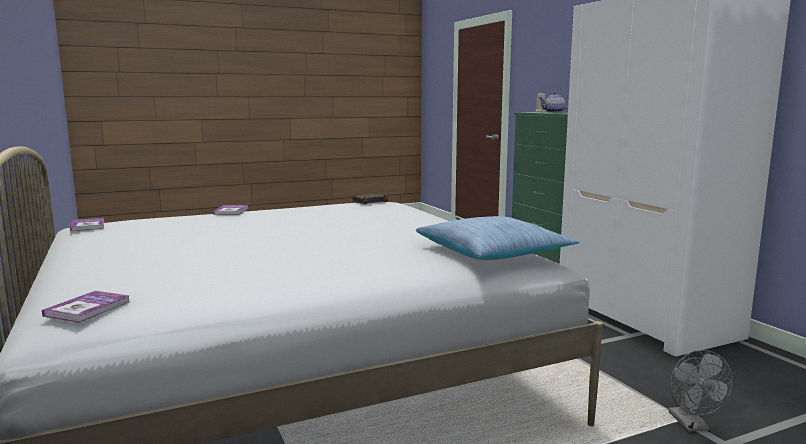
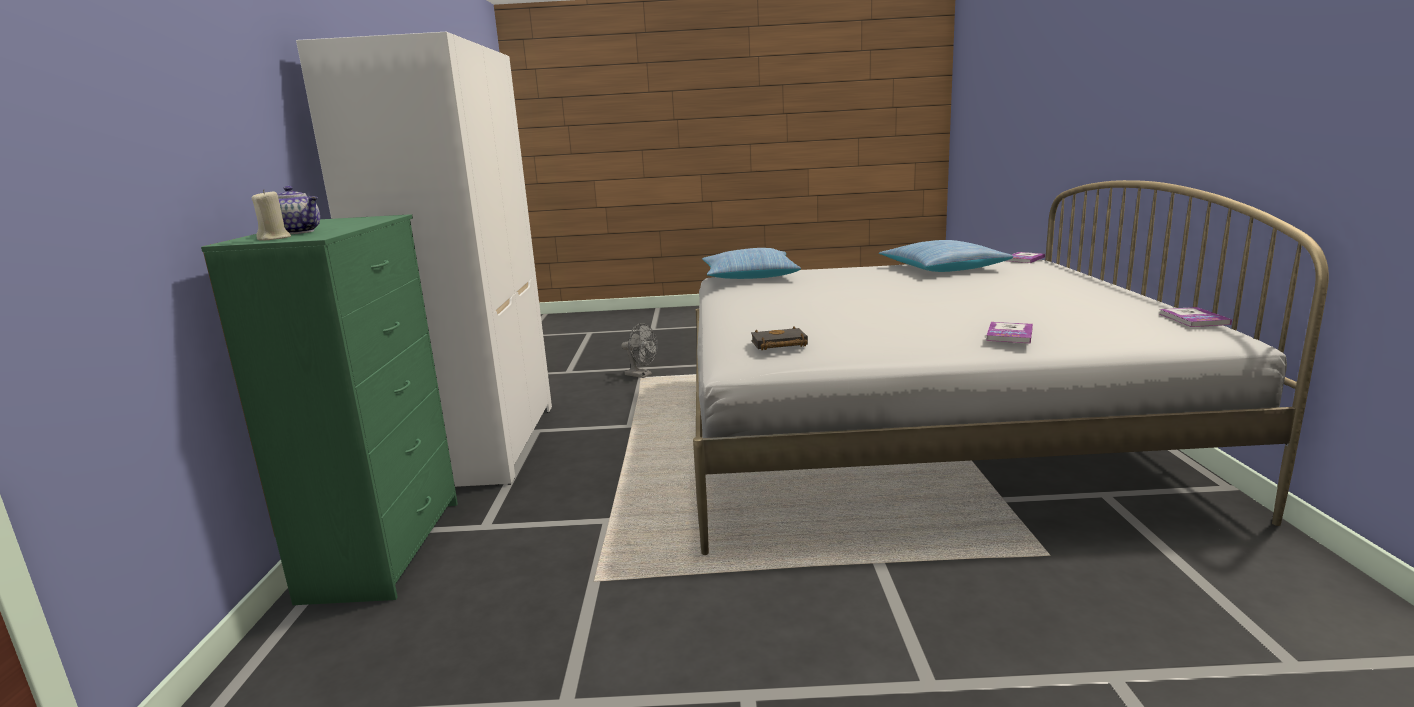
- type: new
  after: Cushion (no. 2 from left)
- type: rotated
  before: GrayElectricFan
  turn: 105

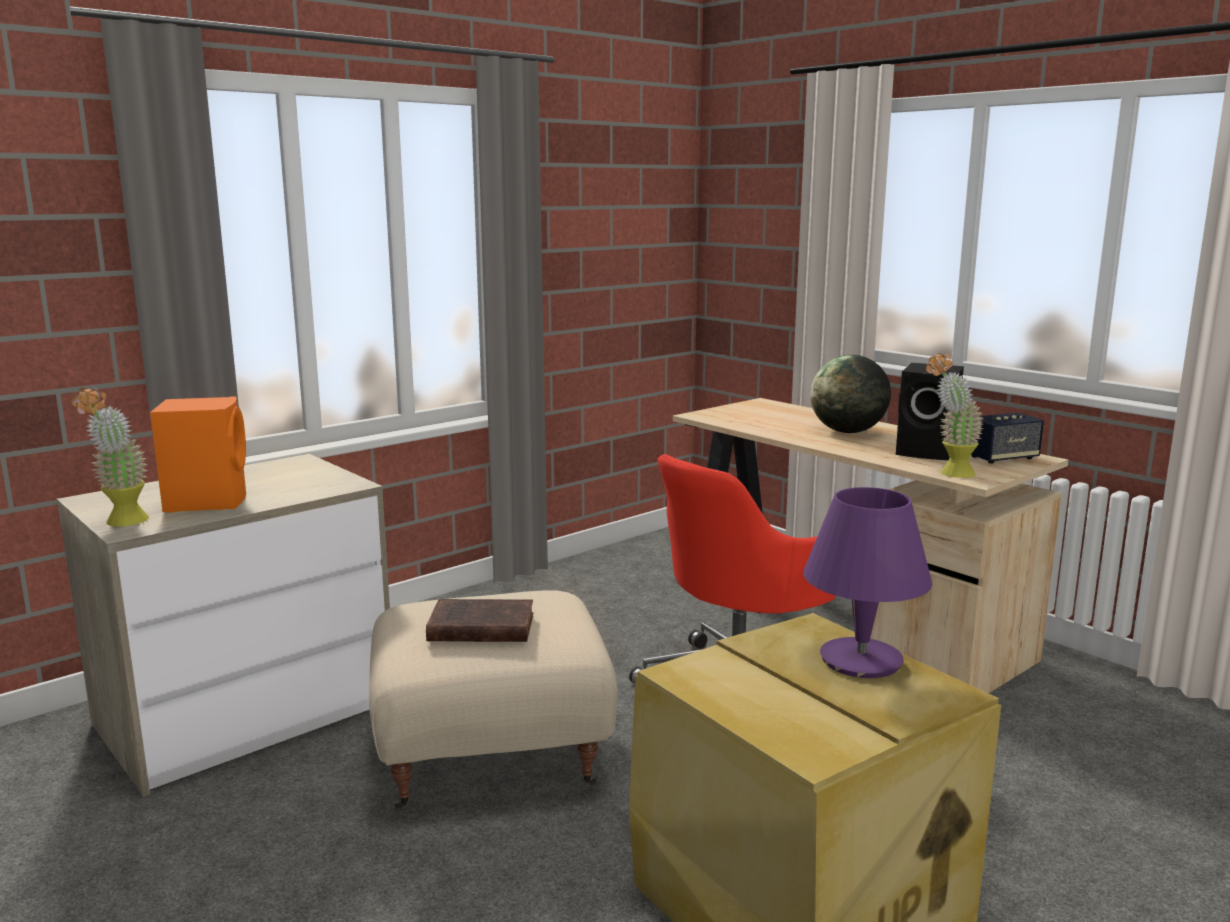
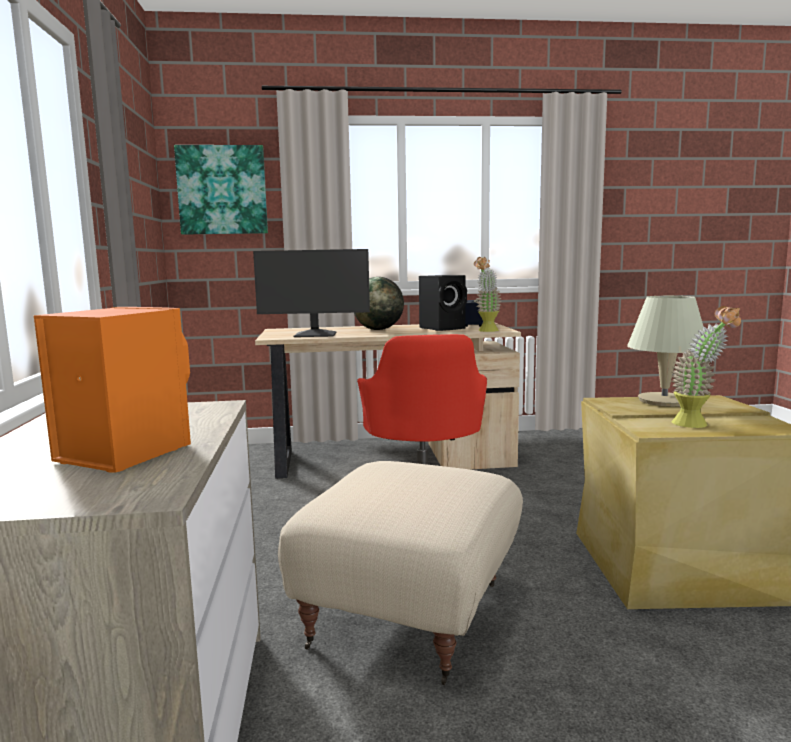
- type: gone
  before: BrownBoundBook
- type: new
  after: Picture
- type: new
  after: ComputerDisplay
- type: shifted
  before: PlantInAPot (no. 1 from left in the first image)
  after: PlantInAPot (no. 2 from left)
- type: repainted
  before: PurpleTableLamp
  after: BeigeTableLamp

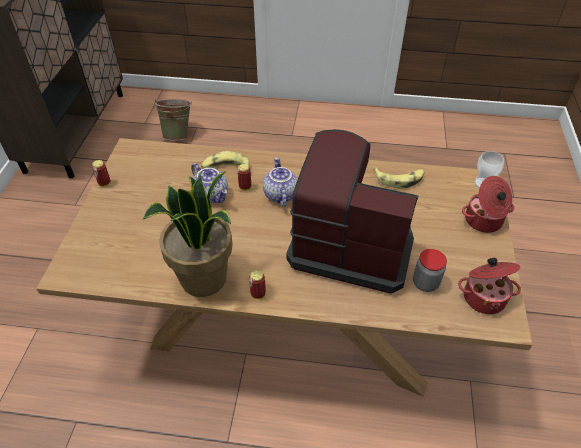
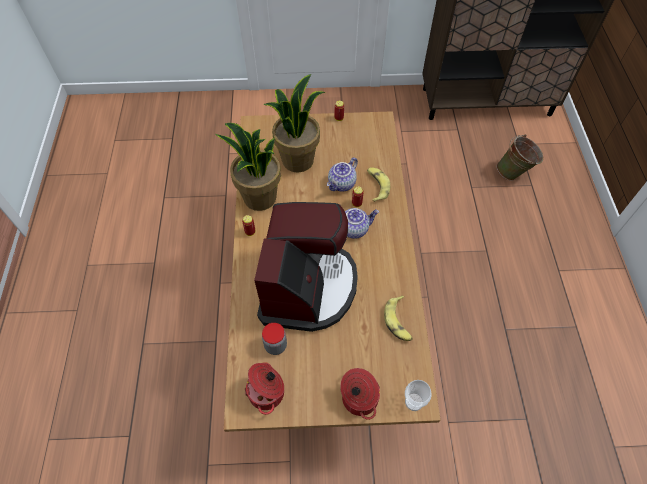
- type: new
  after: PlantInAPot (no. 2 from left)

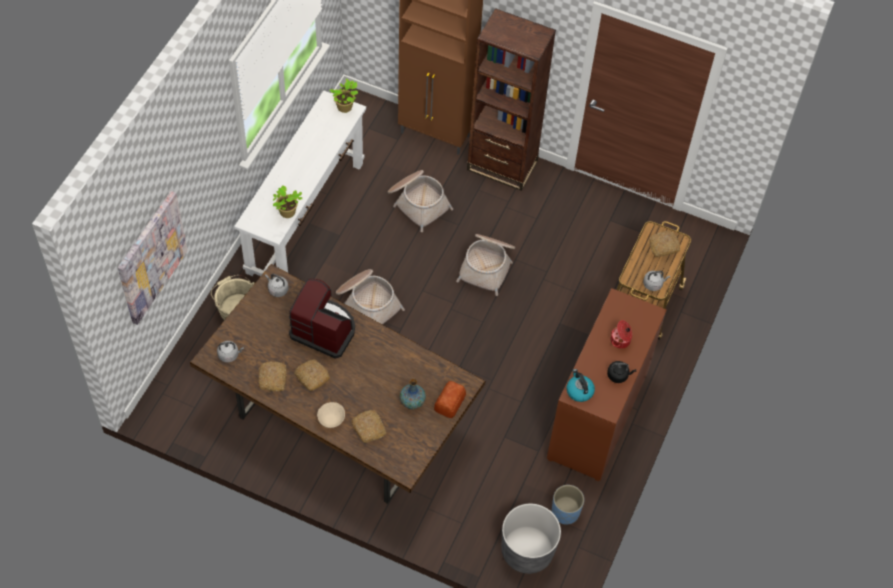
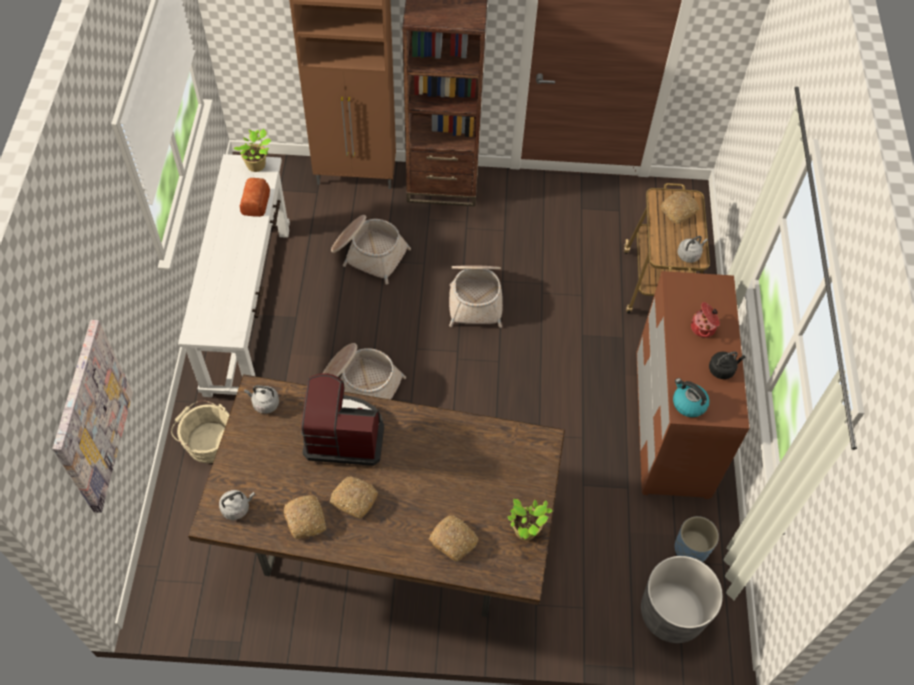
- type: gone
  before: BeigeBowl
- type: gone
  before: Vase
- type: shifted
  before: PlantInAPot (no. 1 from left in the first image)
  after: PlantInAPot (no. 2 from left)
- type: shifted
  before: BakedBread (no. 4 from left in the first image)
  after: BakedBread (no. 1 from left)

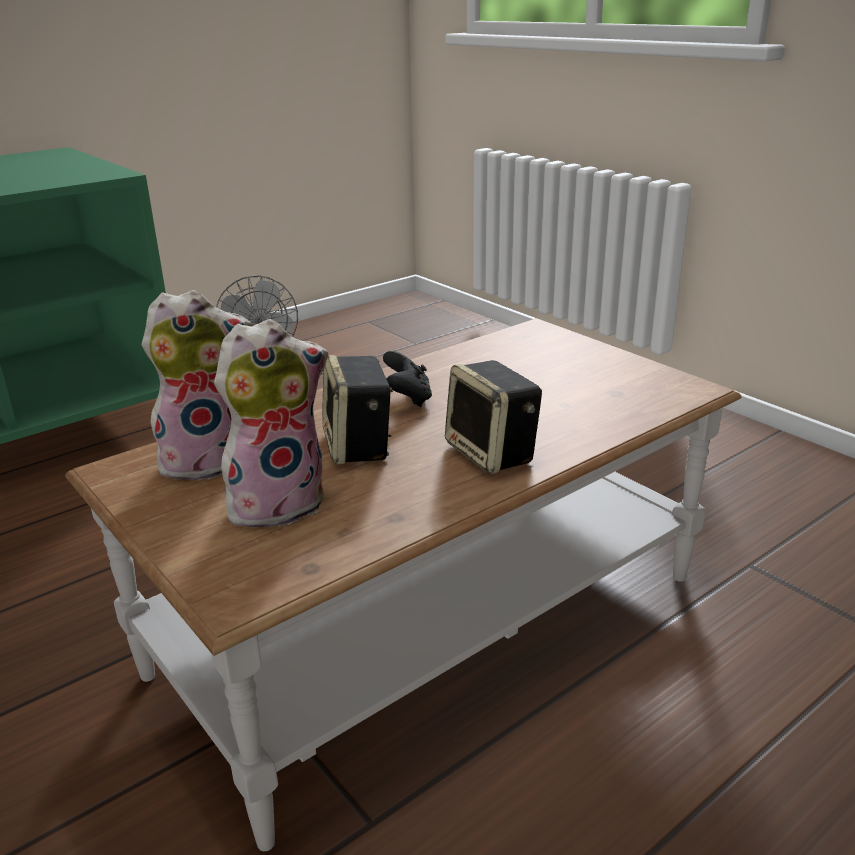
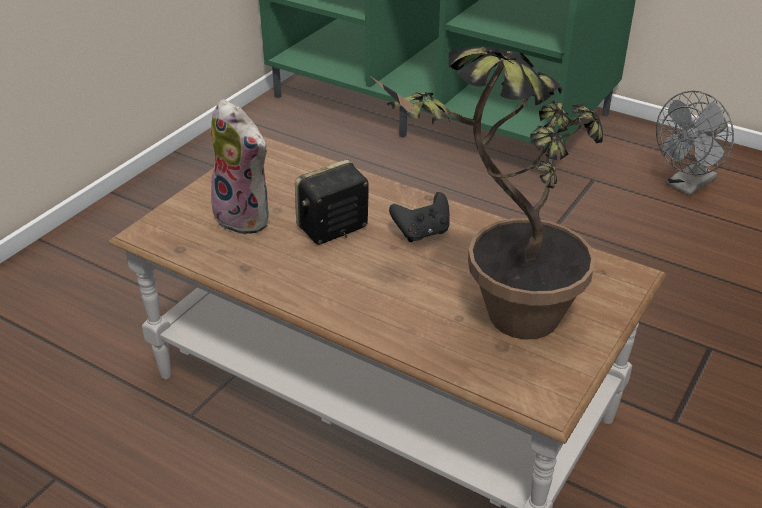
- type: gone
  before: CuddlyToy (no. 1 from left)
- type: gone
  before: Speaker (no. 2 from left)
- type: new
  after: PlantInAPot

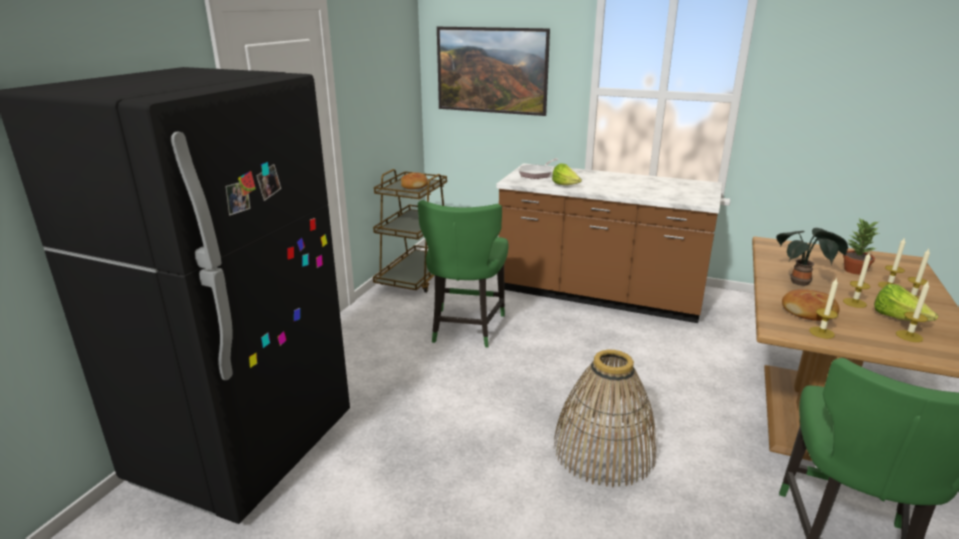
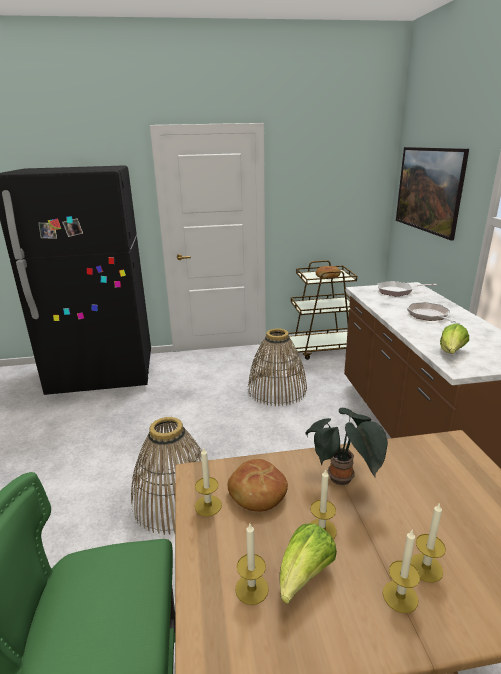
- type: gone
  before: PlantInAPot (no. 2 from left)
- type: new
  after: FryingPan (no. 2 from left)
- type: shifted
  before: Lettuce (no. 1 from left in the first image)
  after: Lettuce (no. 2 from left)
- type: swapped
  before: GreenishChair (no. 1 from left)
  after: HouseholdBasket (no. 2 from left)

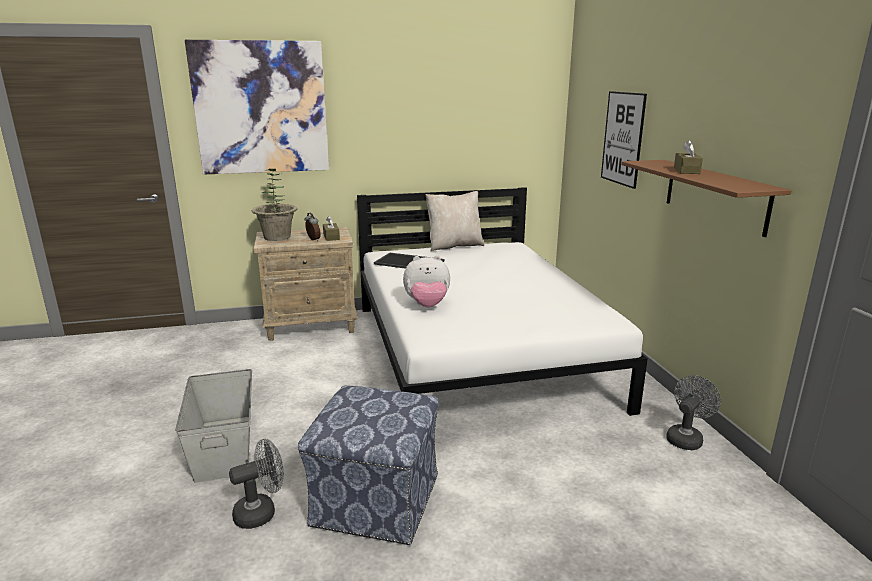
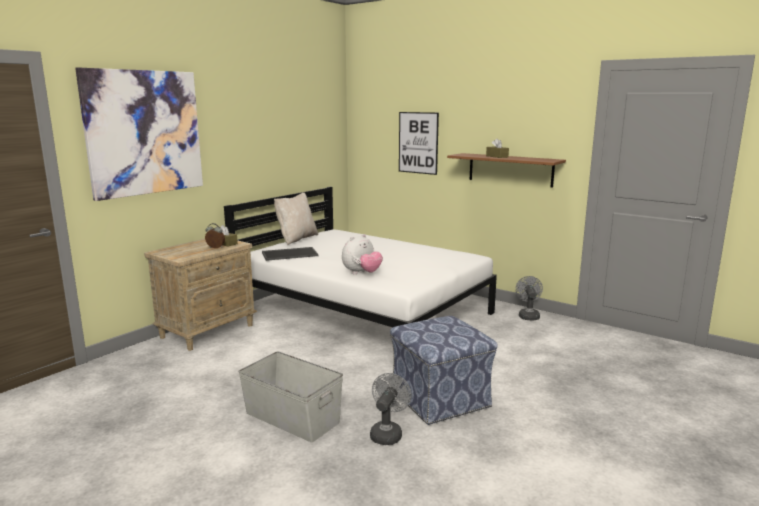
- type: gone
  before: PlantInAPot

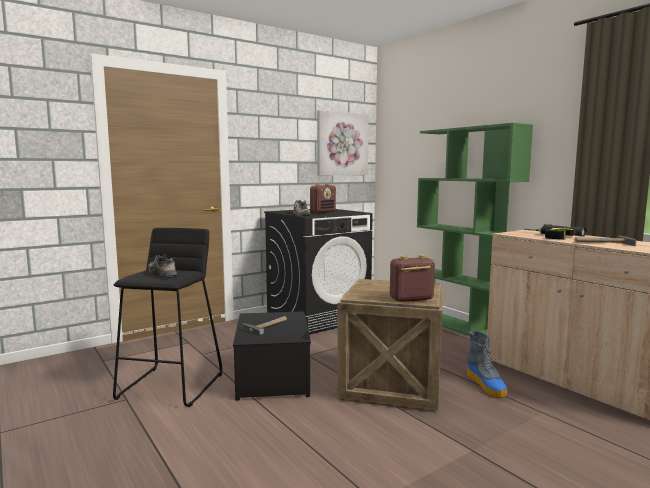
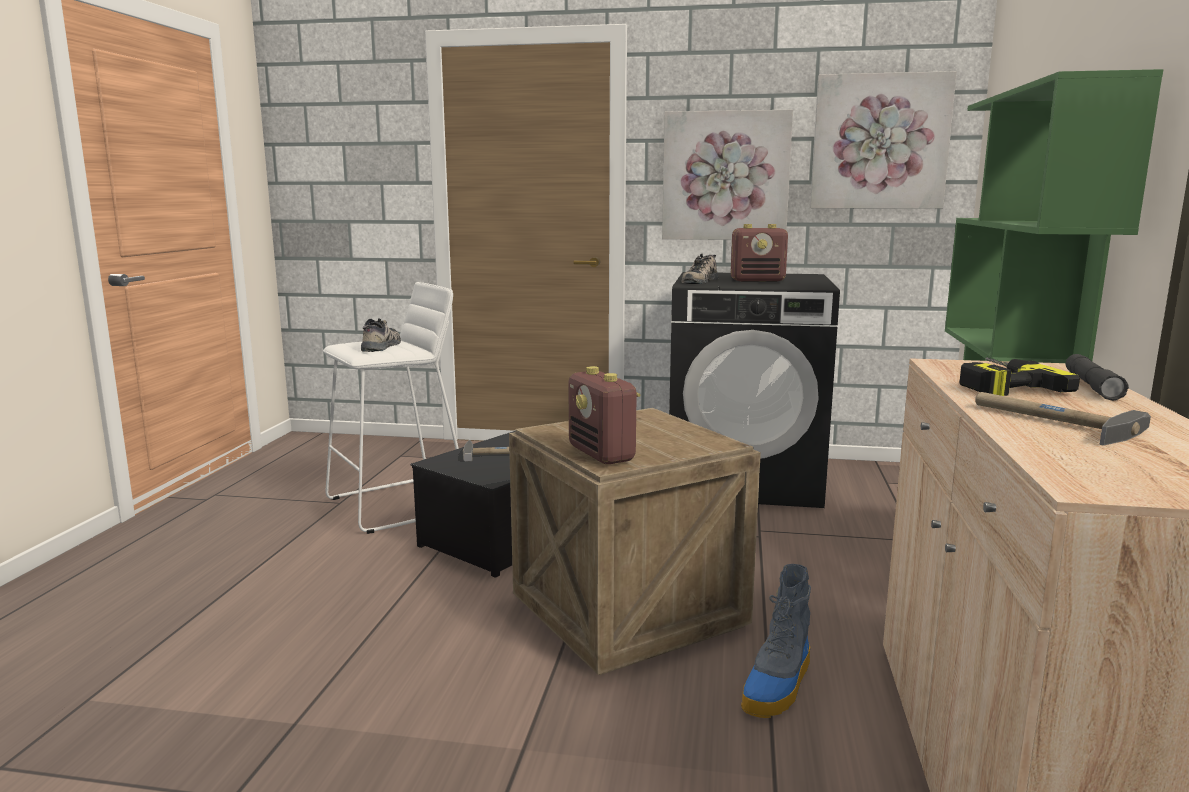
- type: new
  after: Picture (no. 1 from left)
- type: repainted
  before: BlackStoolSeat
  after: WhitishStoolSeat
- type: rotated
  before: RadioReceiver (no. 2 from left in the first image)
  turn: -150

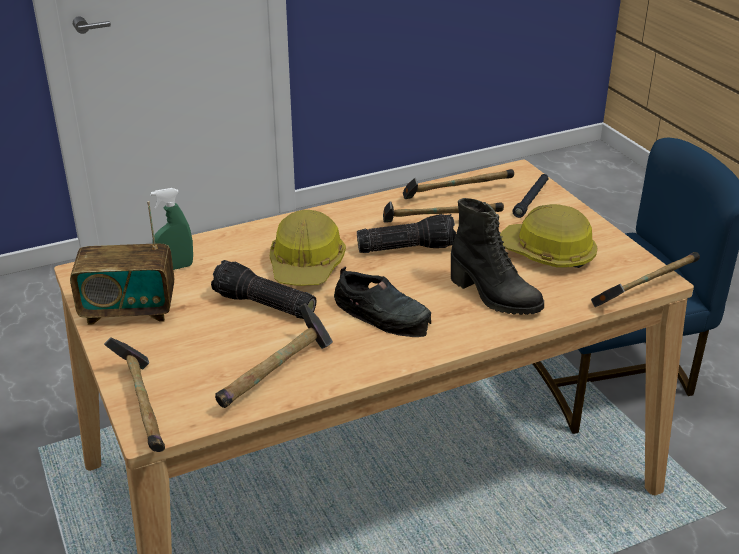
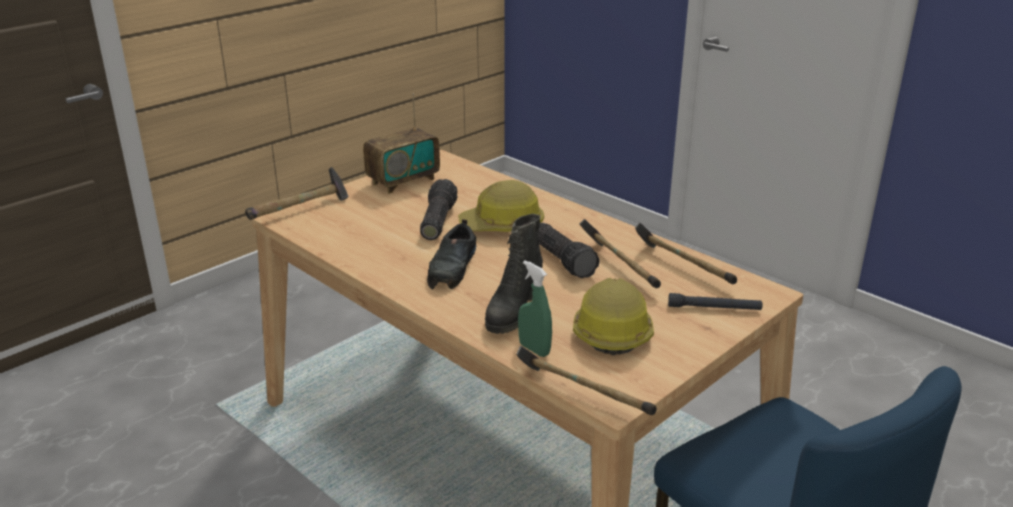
- type: gone
  before: ToolHammer (no. 2 from left)
- type: shifted
  before: GreenishSprayer
- type: rotated
  before: RadioReceiver
  turn: -105

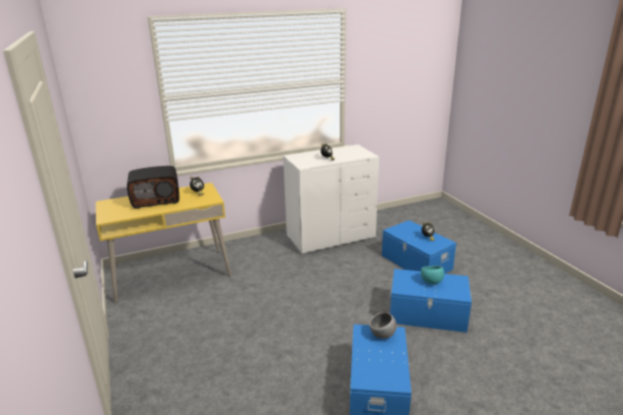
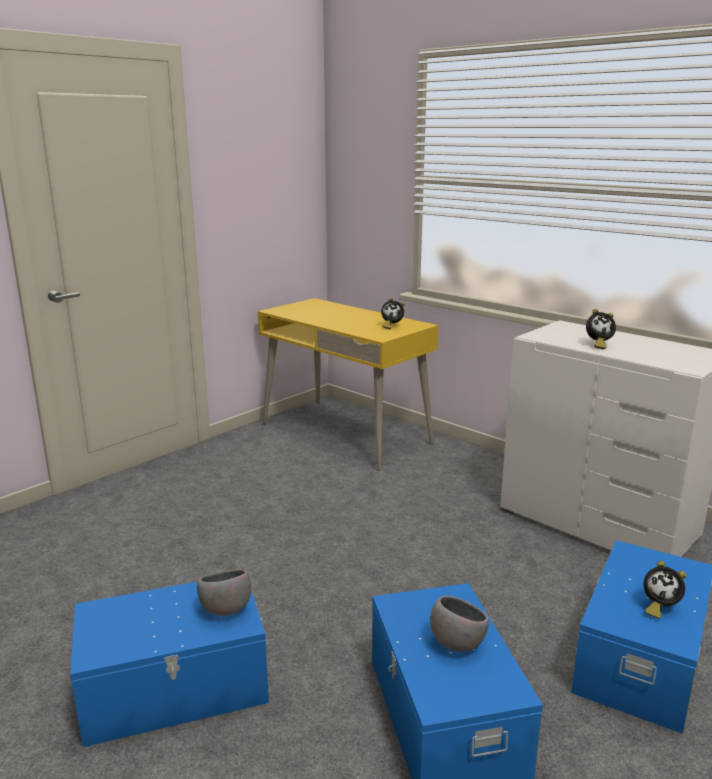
- type: gone
  before: RadioReceiver
- type: repainted
  before: BlueGreenBowl
  after: GrayBowl (no. 2 from left)

